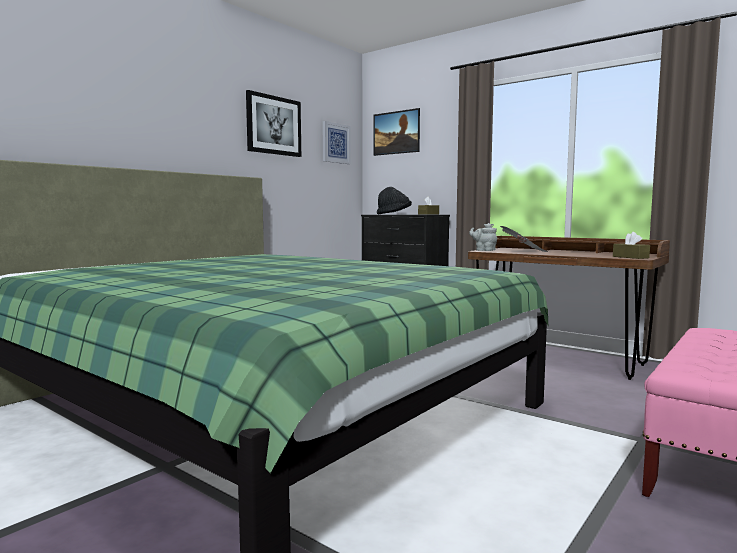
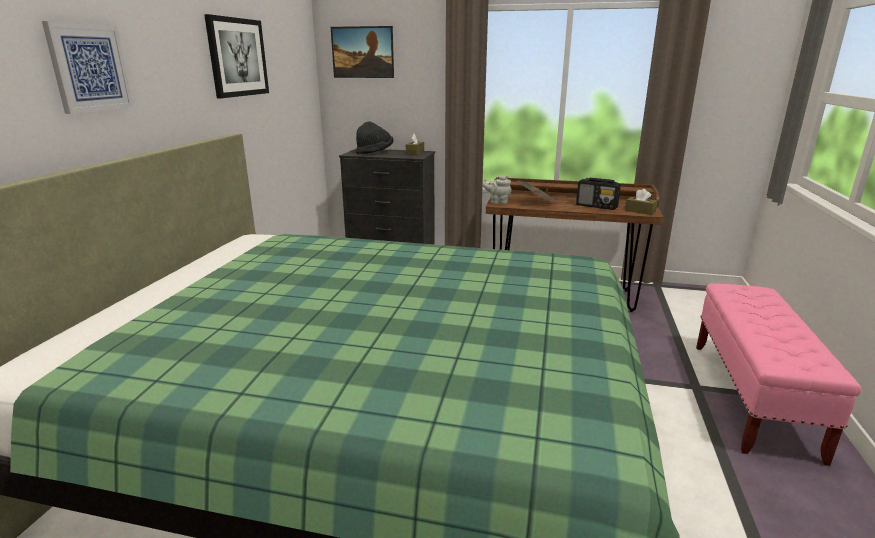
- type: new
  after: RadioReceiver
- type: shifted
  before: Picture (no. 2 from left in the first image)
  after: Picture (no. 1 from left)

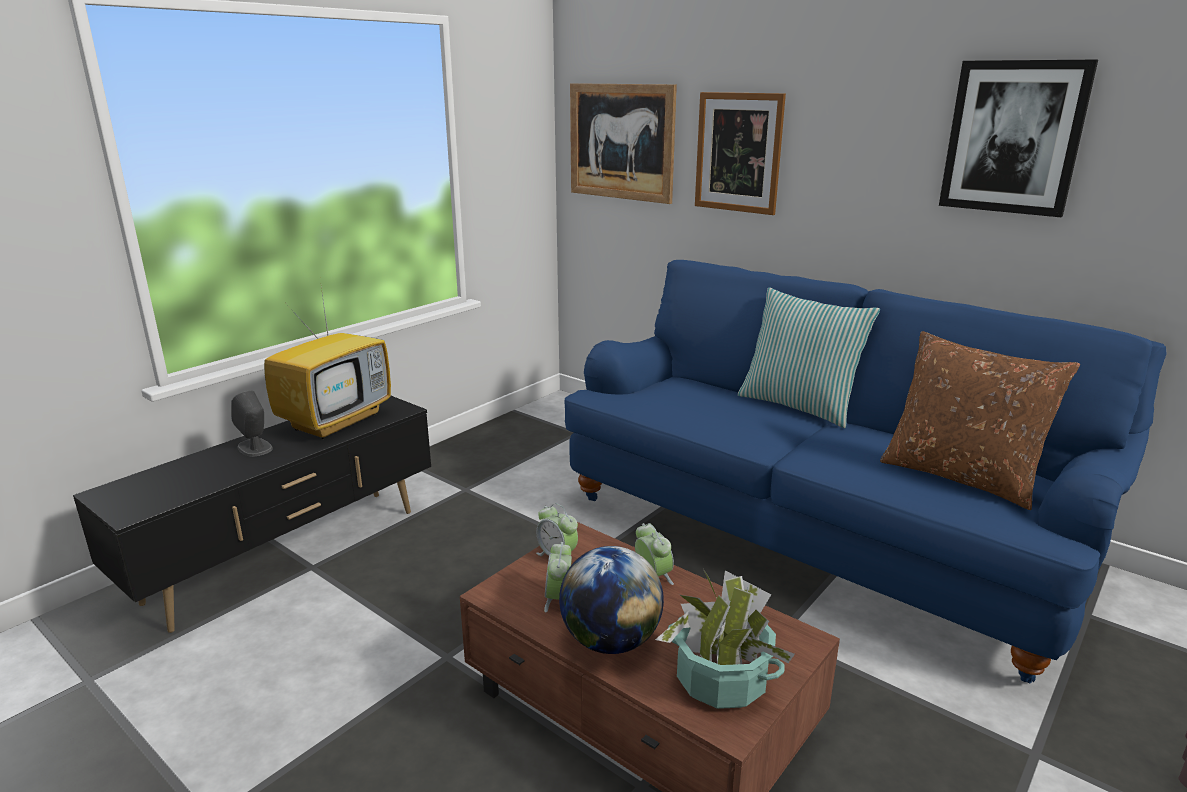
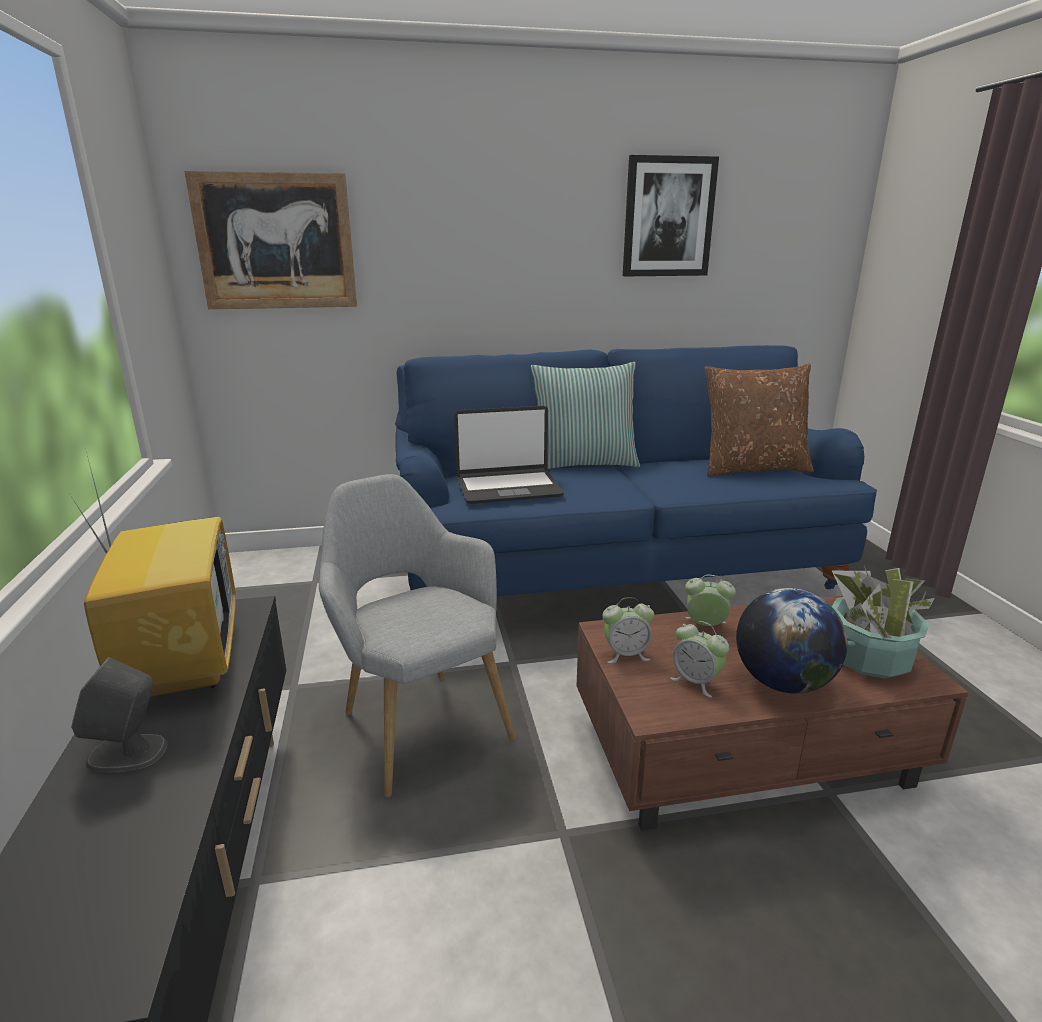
- type: gone
  before: Picture (no. 2 from left)
- type: new
  after: GrayEasyChair
- type: new
  after: PortableComputer

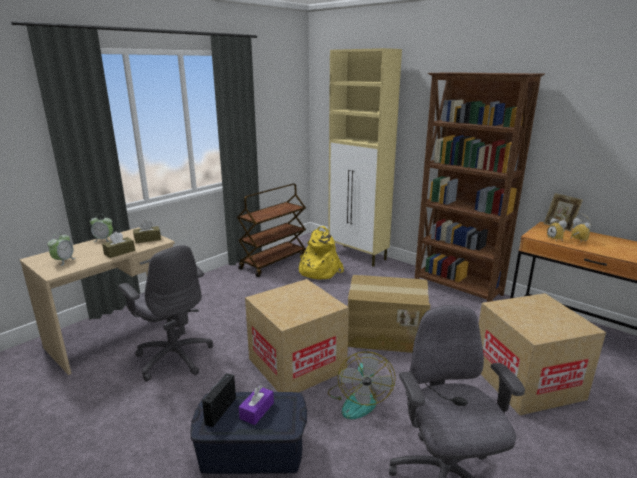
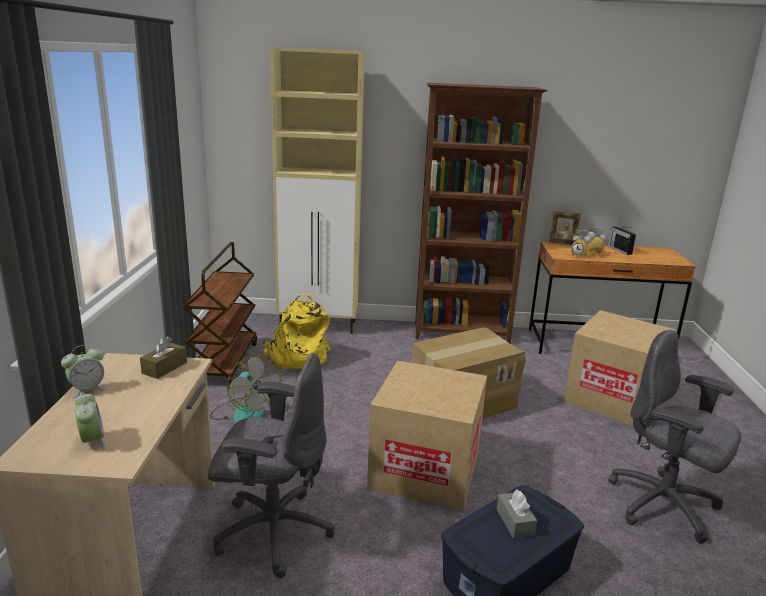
- type: gone
  before: BrownTissueHolder (no. 1 from left)
- type: shifted
  before: RadioReceiver
- type: shifted
  before: ElectricFan
- type: repainted
  before: PurpleTissueHolder
  after: GrayTissueHolder

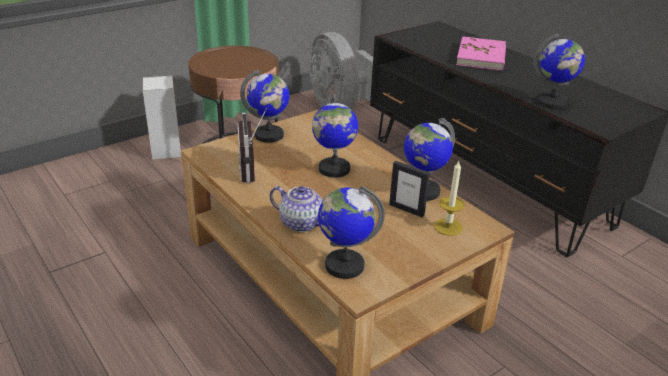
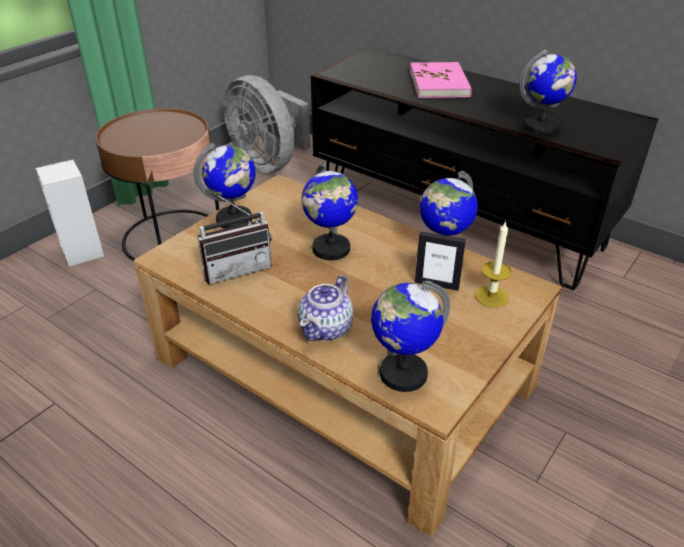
- type: rotated
  before: RadioReceiver
  turn: -90
- type: rotated
  before: TeaPot
  turn: 105

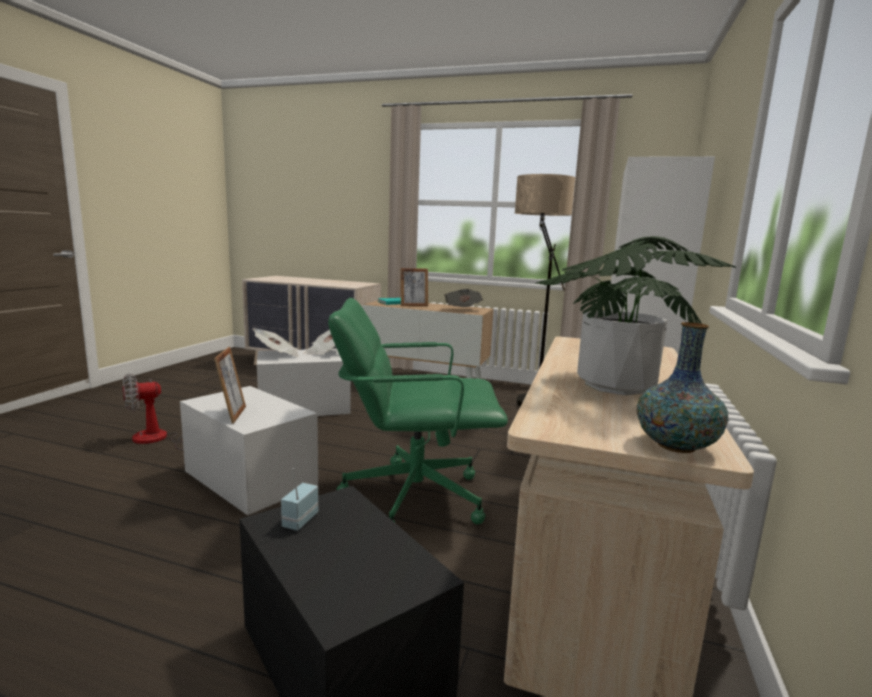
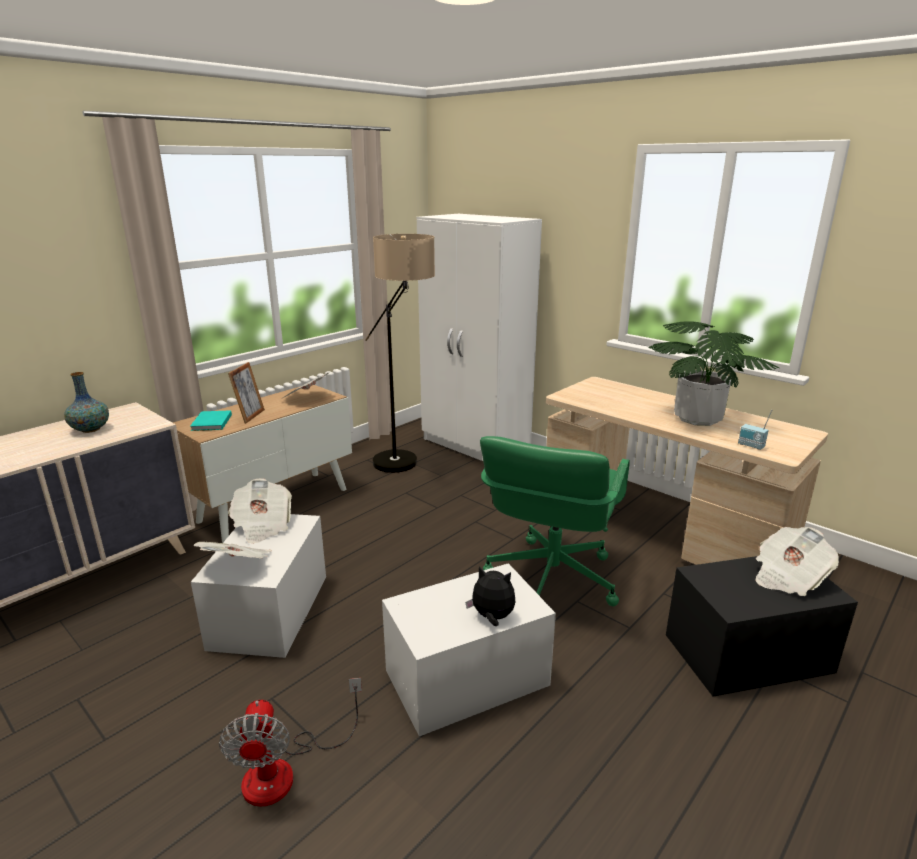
- type: new
  after: DailyPaper (no. 4 from left)
- type: shifted
  before: RadioReceiver
- type: shifted
  before: Vase
- type: swapped
  before: PictureFrame (no. 1 from left)
  after: CuddlyToy

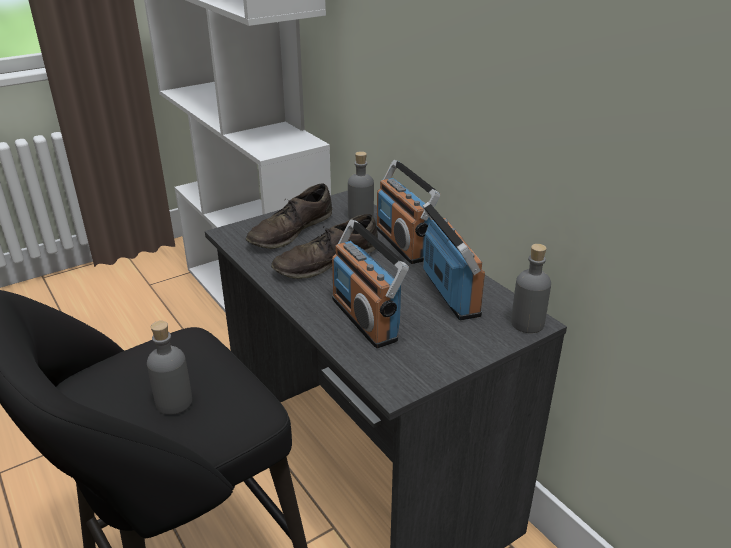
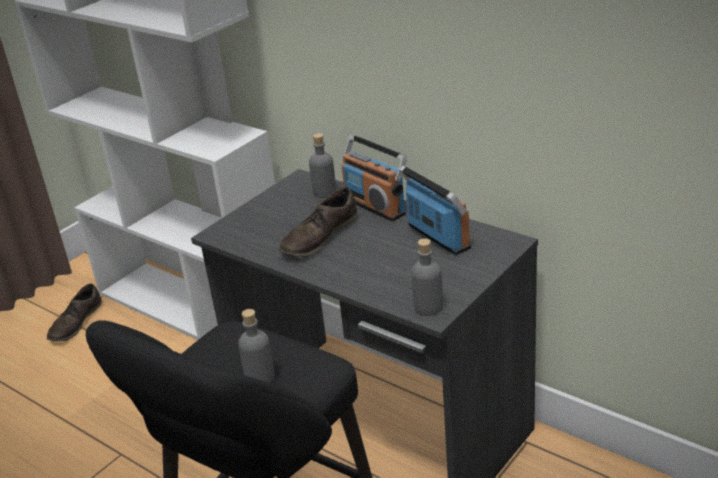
- type: gone
  before: RadioReceiver (no. 1 from left)
- type: shifted
  before: BrownShoe (no. 1 from left)
- type: shifted
  before: GrayDrinkBottle (no. 3 from left)

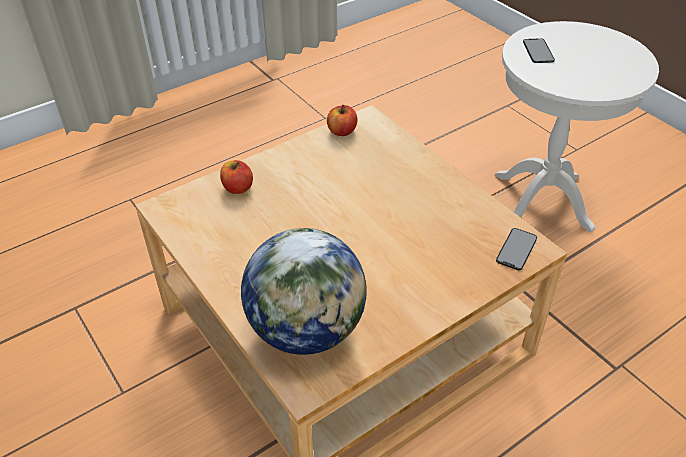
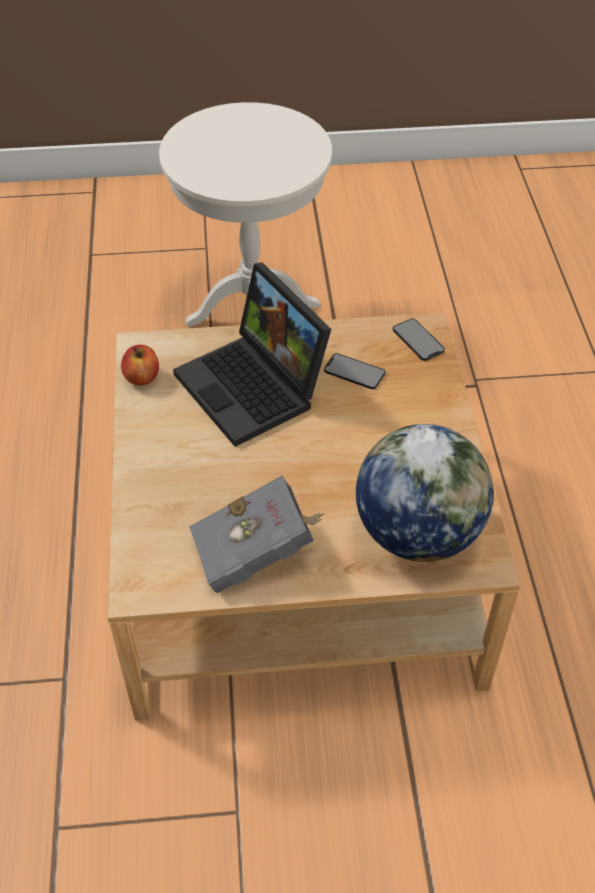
- type: gone
  before: WholeApple (no. 1 from left)
- type: new
  after: PortableComputer
- type: new
  after: GrayBoundBook
- type: shifted
  before: Phone (no. 2 from left in the first image)
  after: Phone (no. 1 from left)

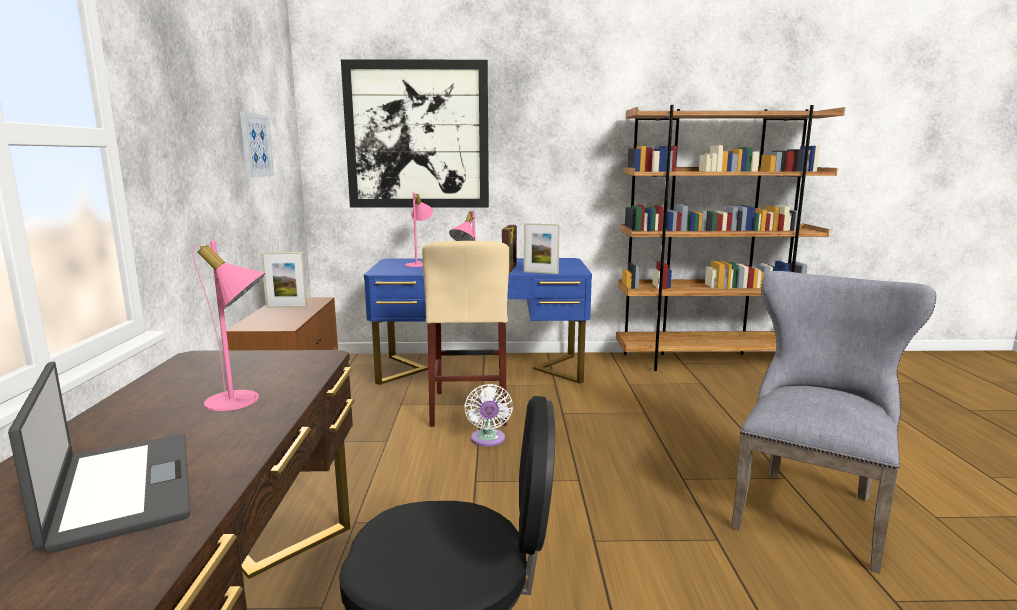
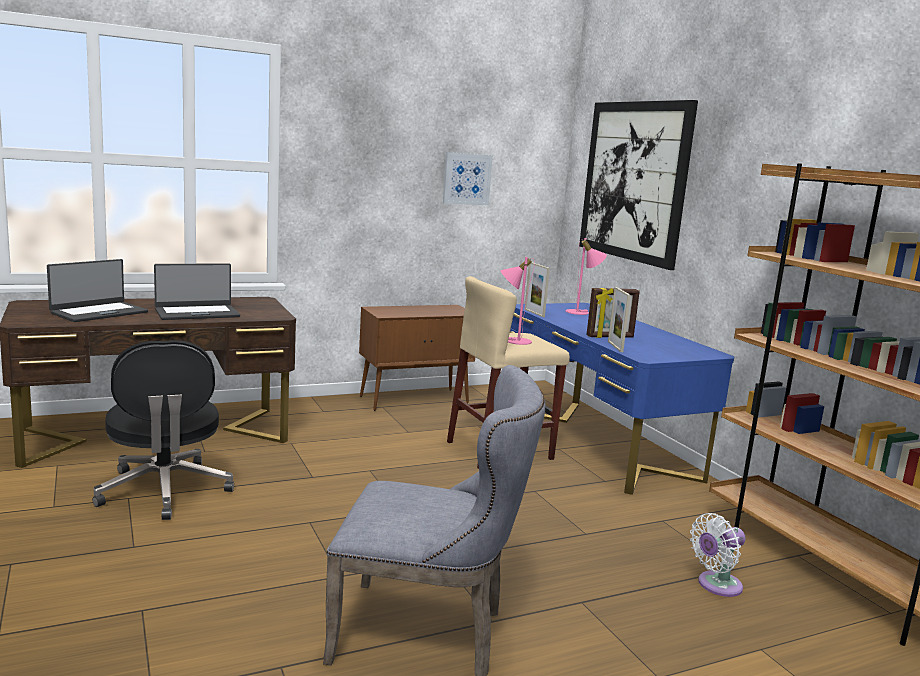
- type: shifted
  before: PictureFrame (no. 1 from left)
- type: shifted
  before: WhitishElectricFan
- type: swapped
  before: PinkishTableLamp (no. 1 from left)
  after: PortableComputer (no. 2 from left)

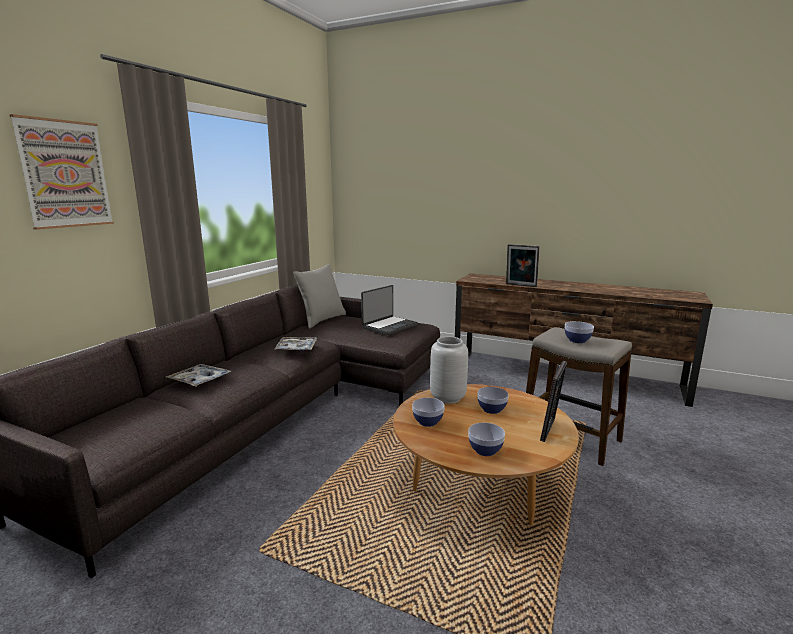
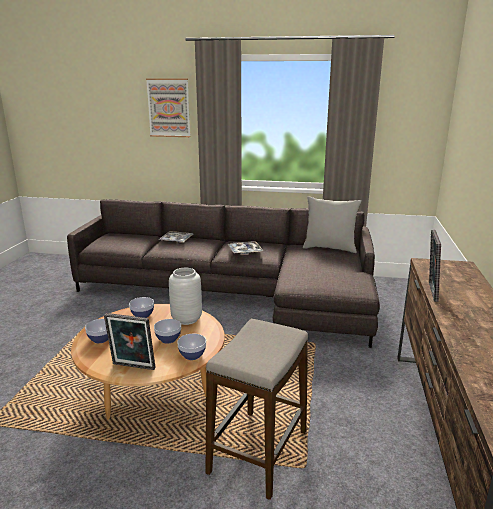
- type: gone
  before: PortableComputer
- type: shifted
  before: Bowl (no. 4 from left)

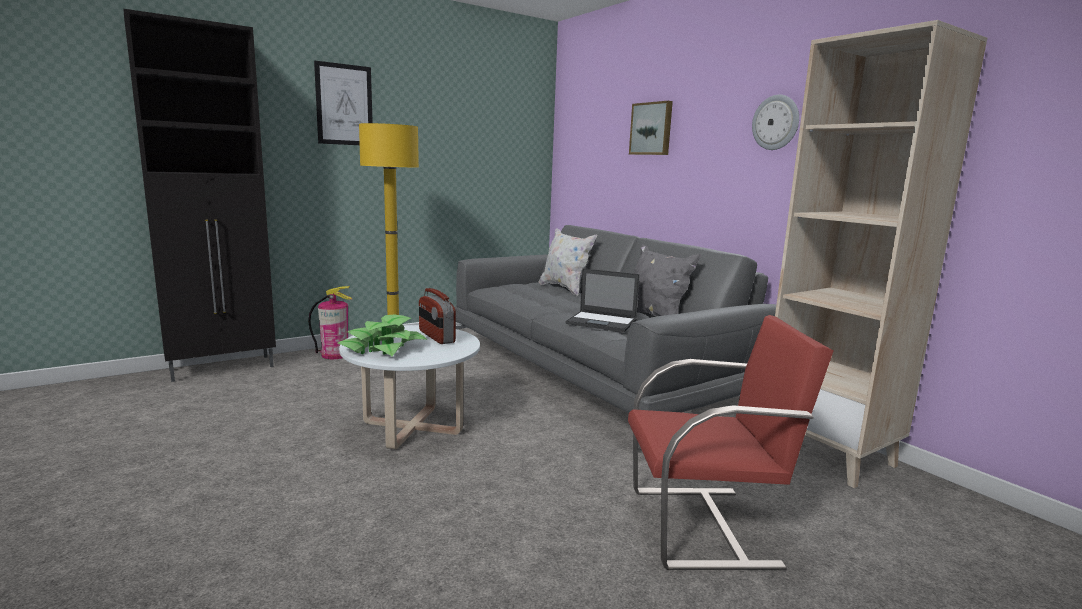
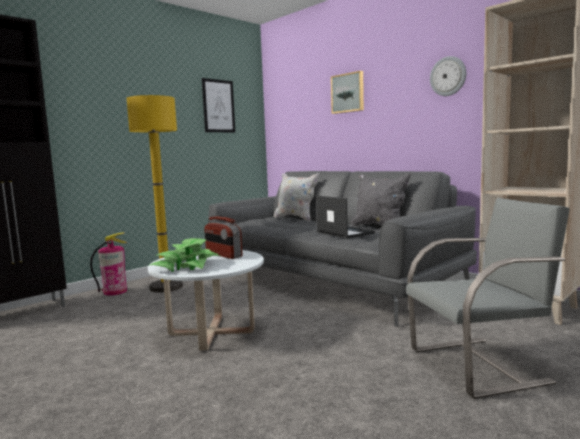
- type: shifted
  before: Picture (no. 1 from left)
- type: repainted
  before: RedChair
  after: GrayChair
- type: rotated
  before: PortableComputer
  turn: -135

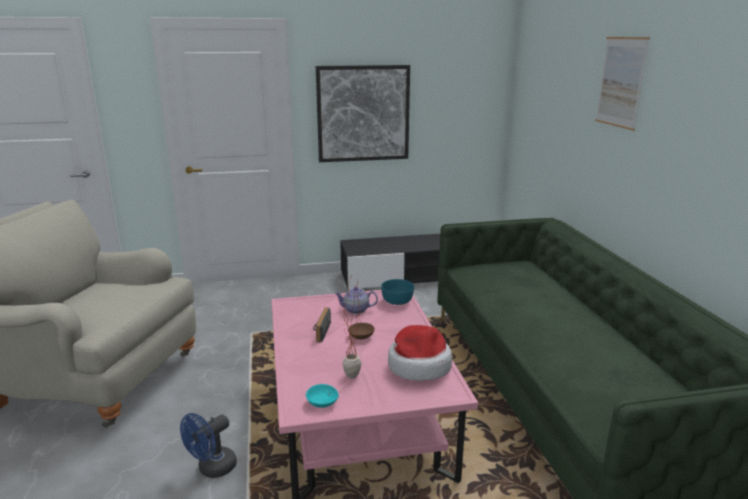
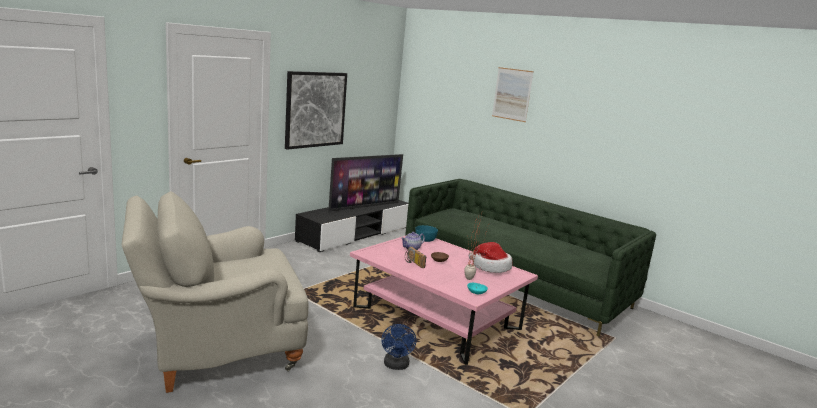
- type: new
  after: Tv

